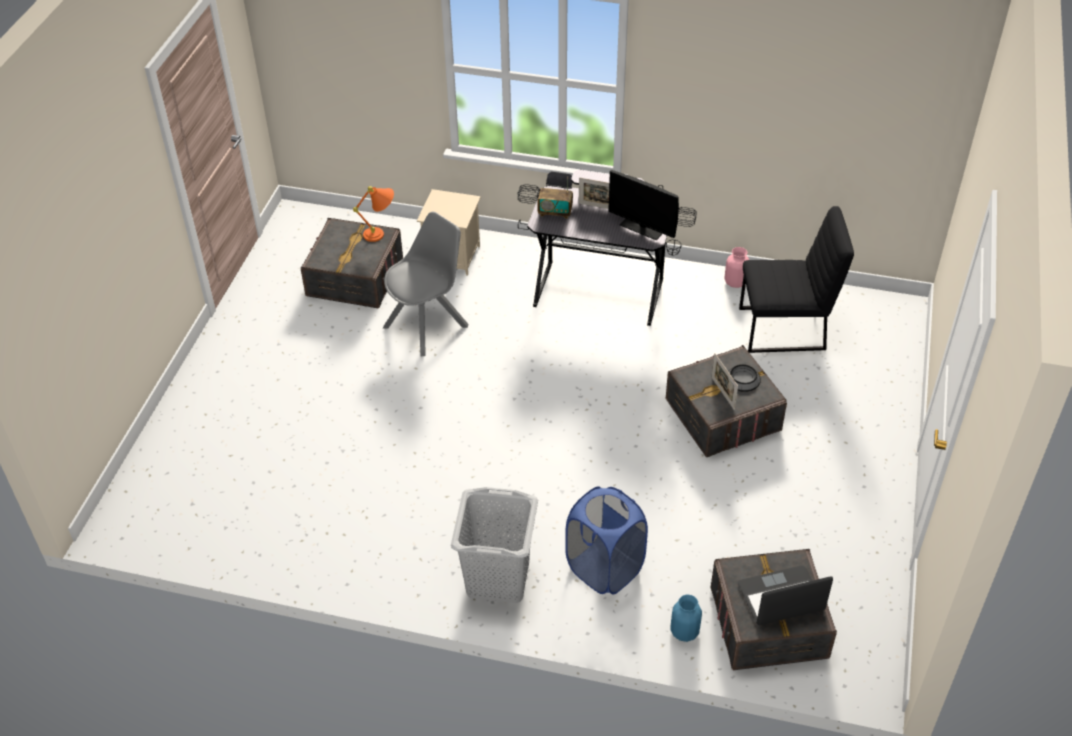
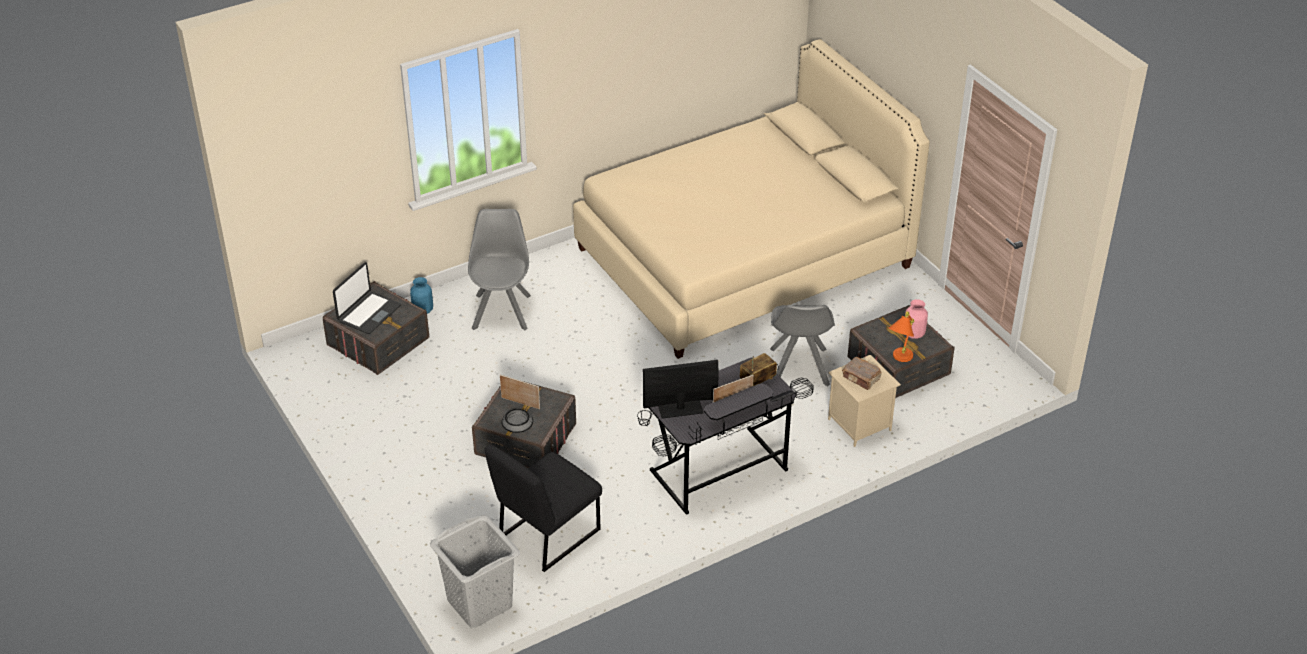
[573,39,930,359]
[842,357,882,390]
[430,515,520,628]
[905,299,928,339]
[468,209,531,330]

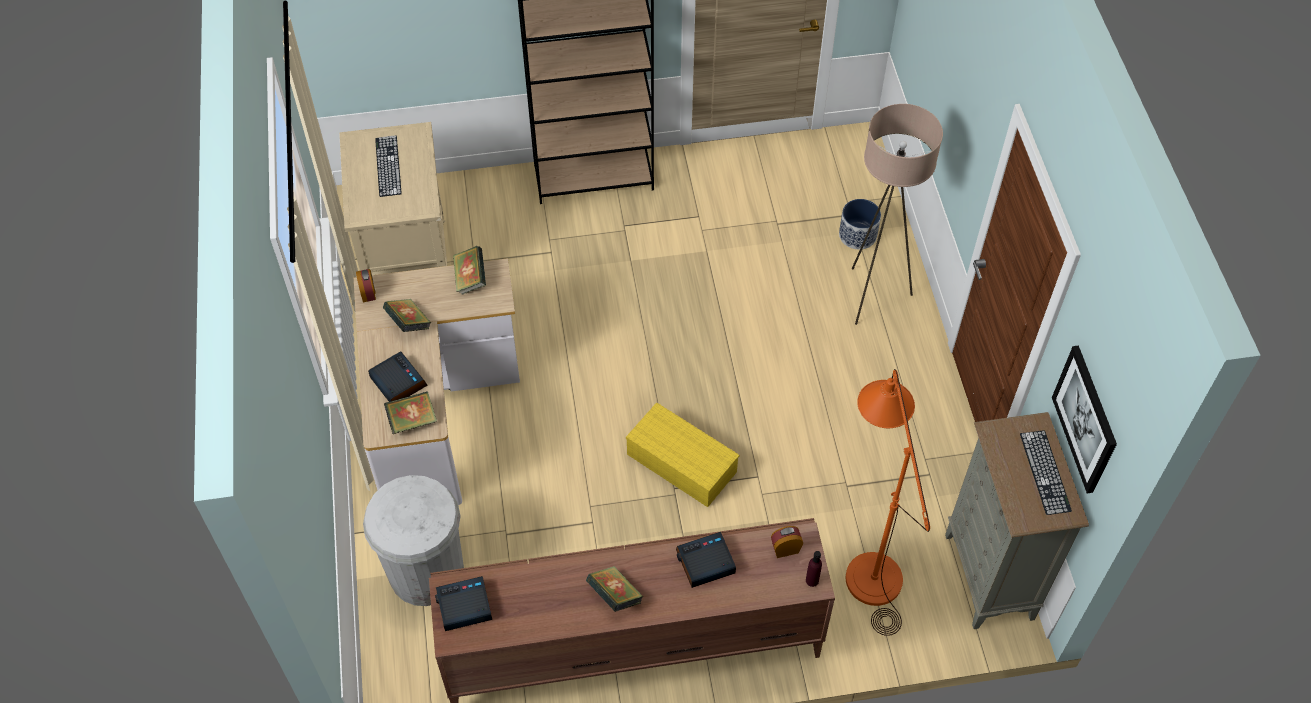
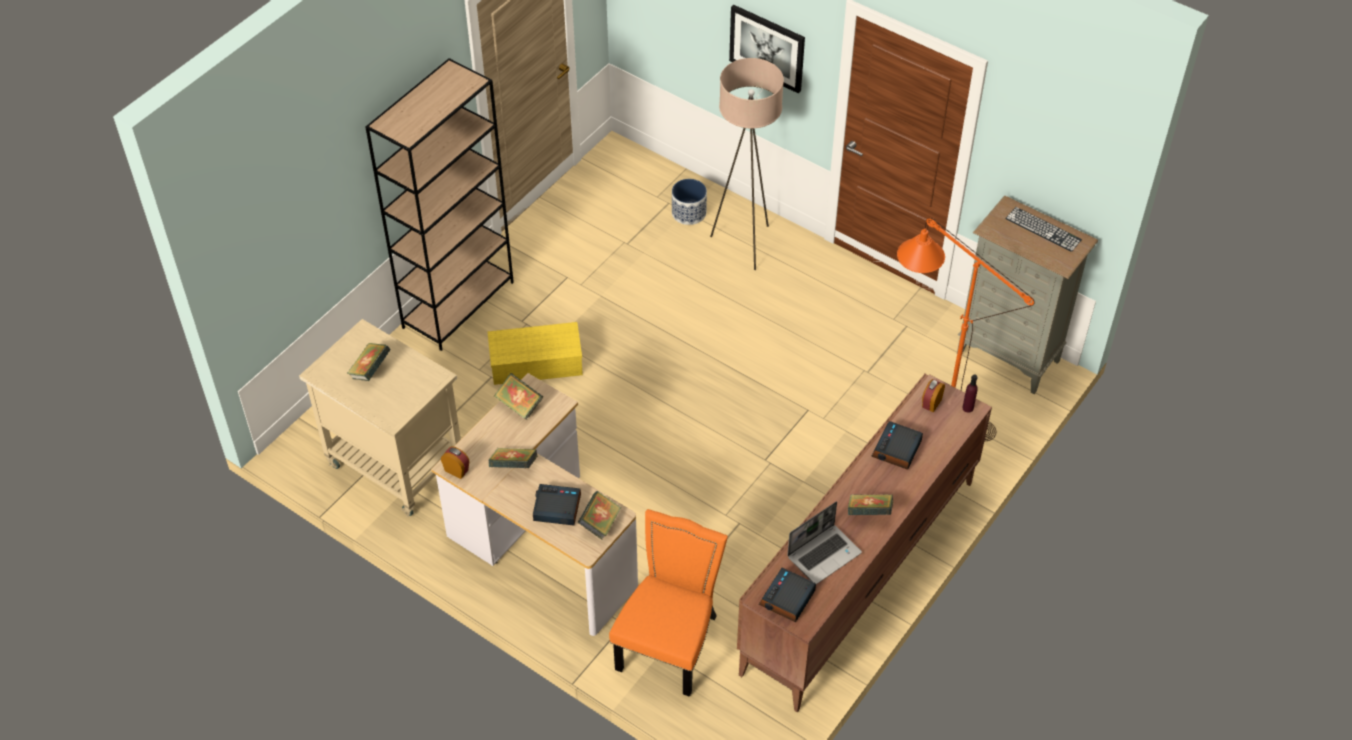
[787,501,862,584]
[487,322,583,385]
[729,5,805,94]
[609,509,728,697]
[347,343,391,381]

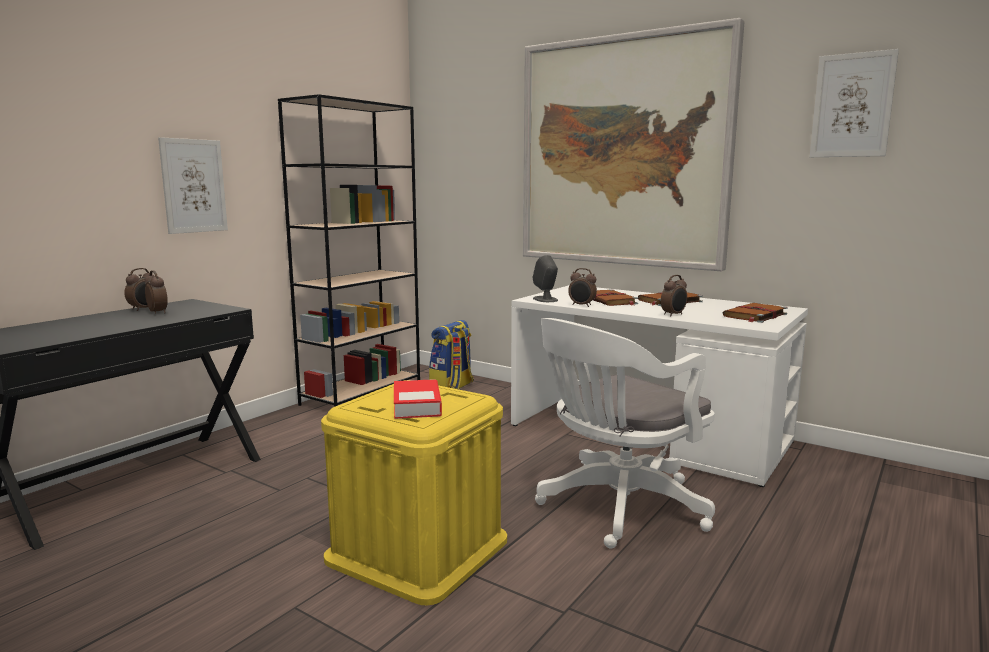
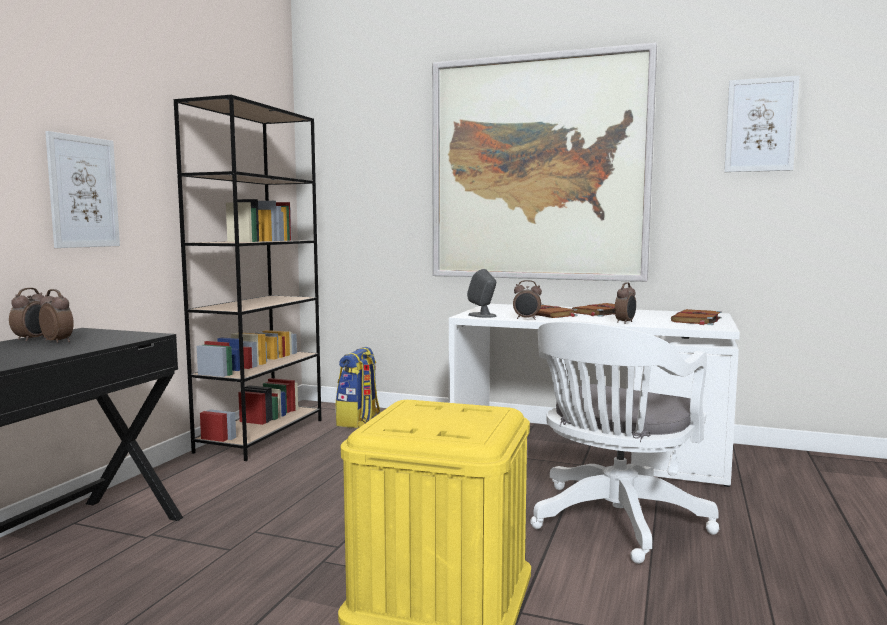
[394,379,442,419] (first image)

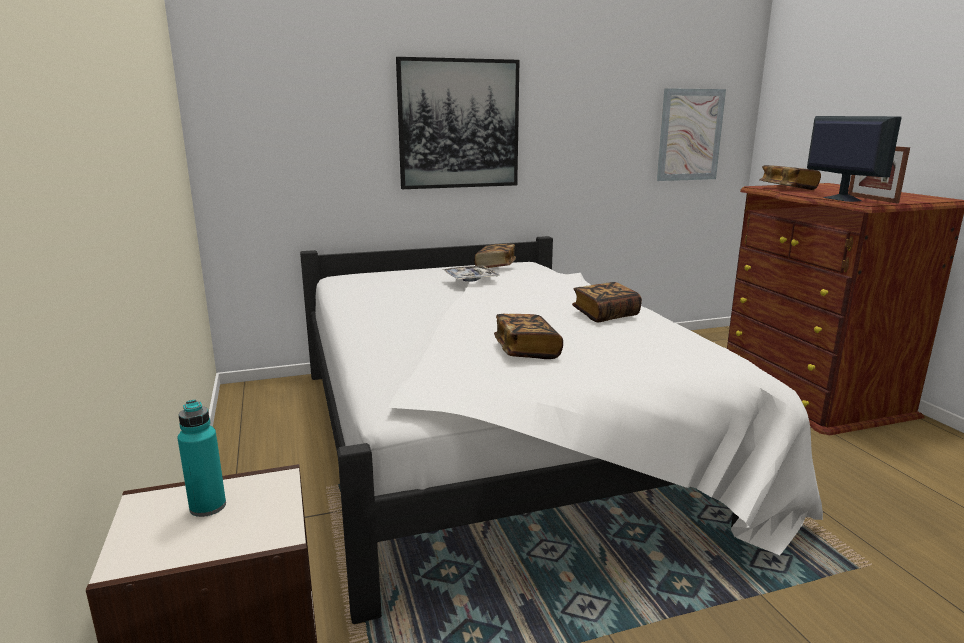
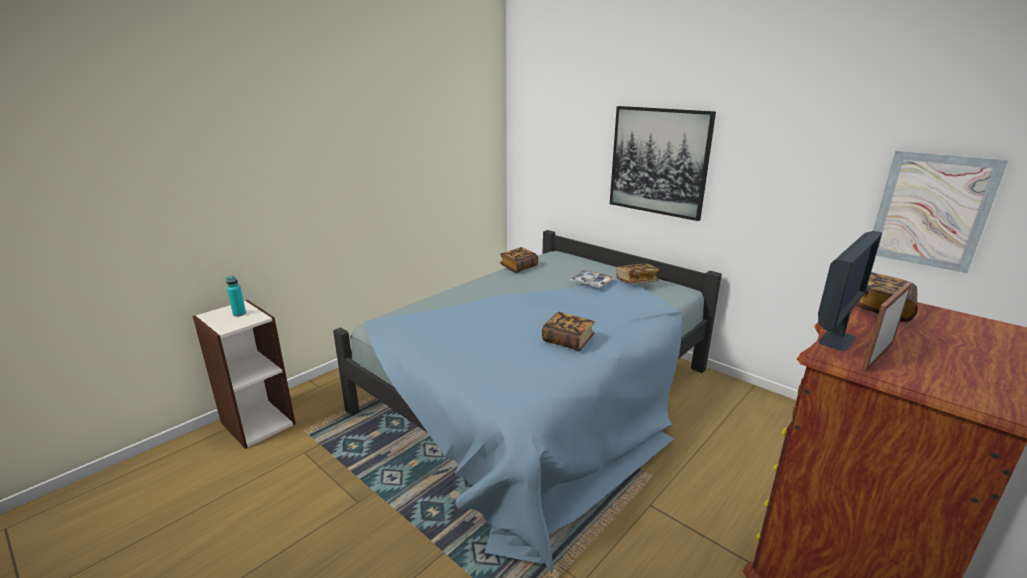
[500,247,538,273]
[333,230,722,574]

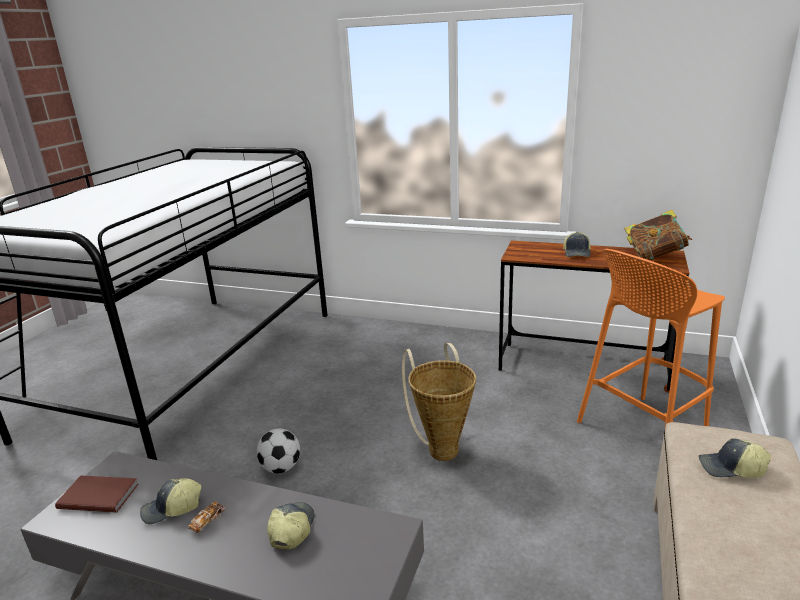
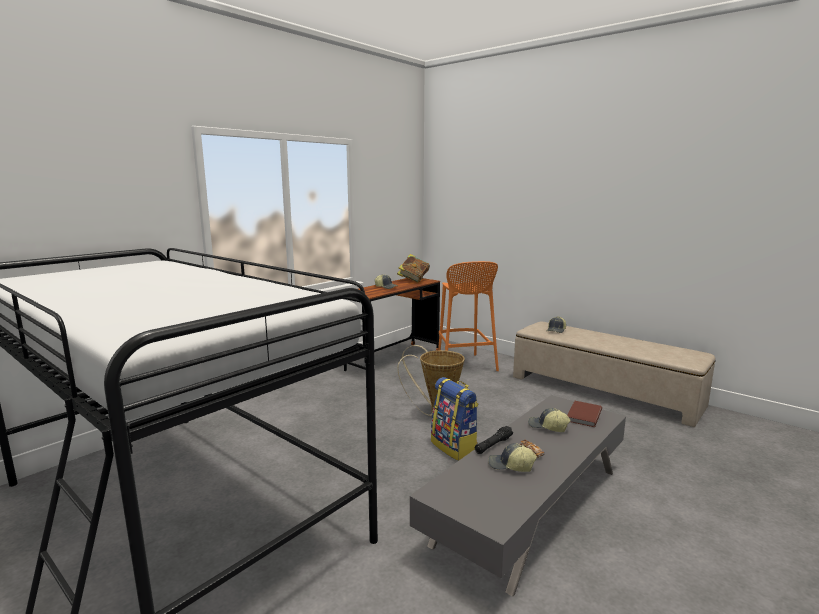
[257,428,300,474] (first image)
[431,377,479,461]
[475,426,513,454]
[567,401,602,427]
[488,443,537,472]

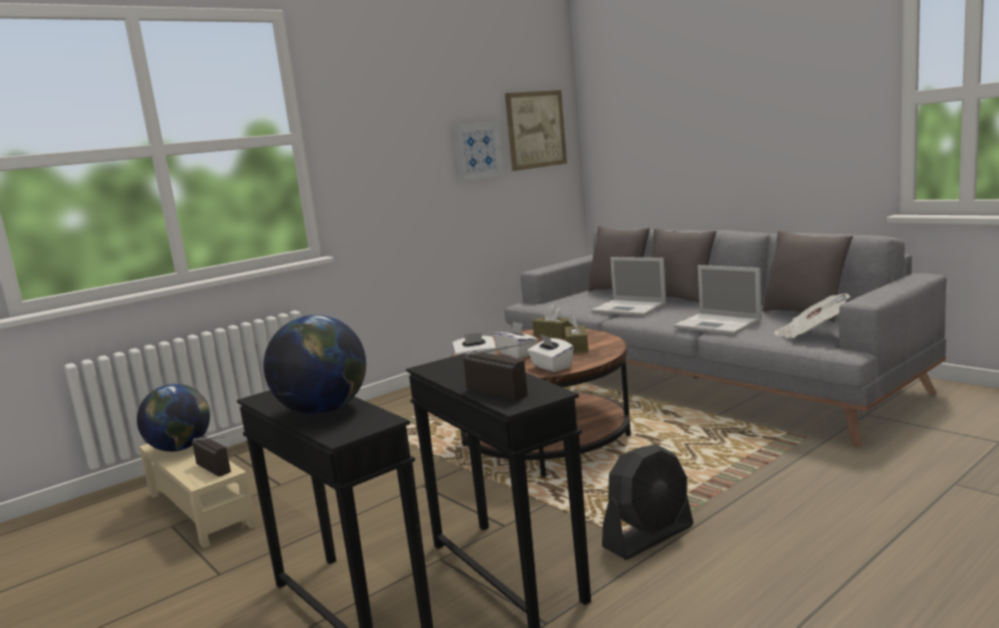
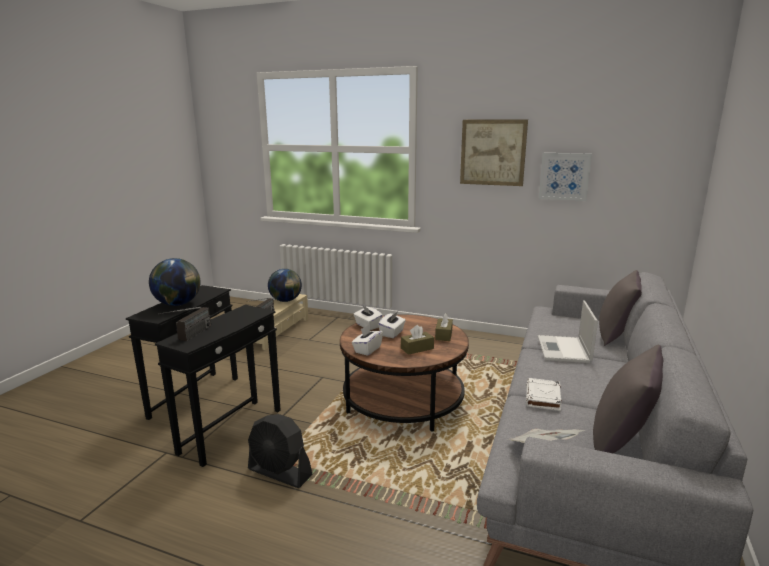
[651,228,717,302] (first image)
[460,119,528,186]
[526,378,562,411]

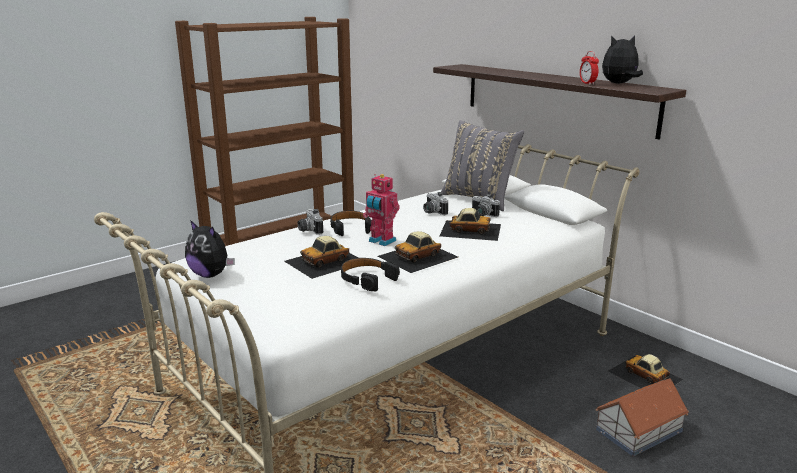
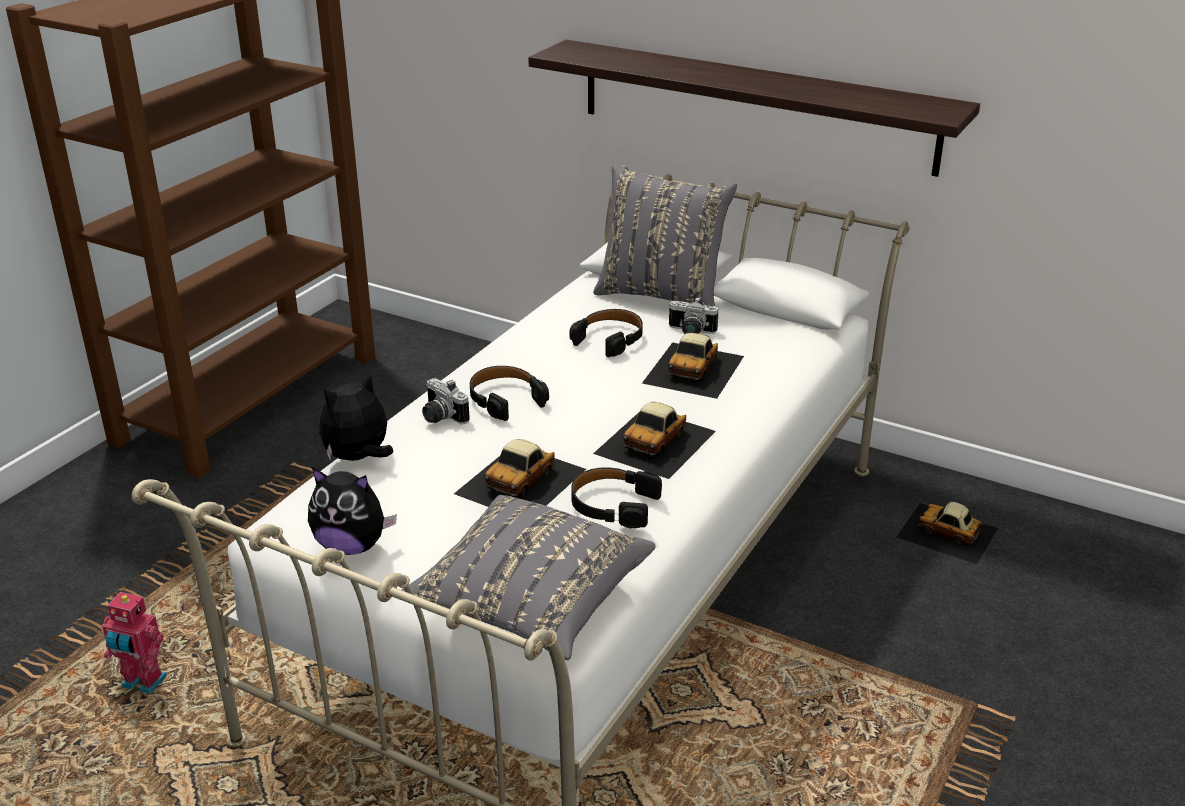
[580,51,599,85] (first image)
[595,378,689,456] (first image)
[399,495,656,660]
[102,592,167,694]
[319,372,394,461]
[569,309,643,357]
[642,333,744,399]

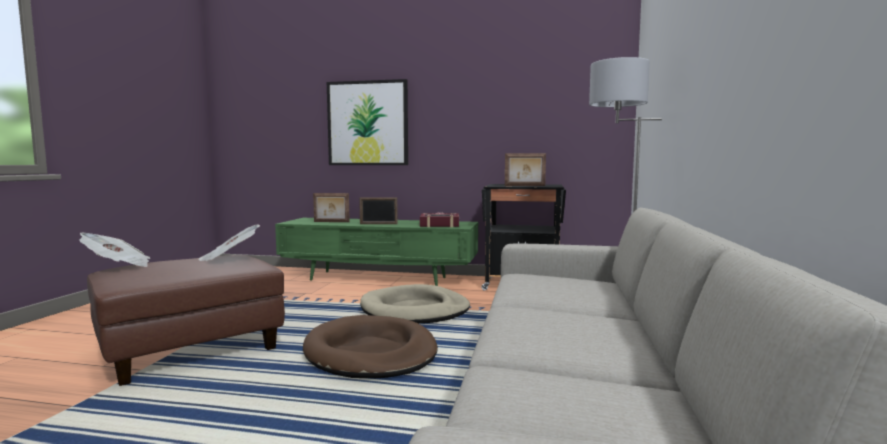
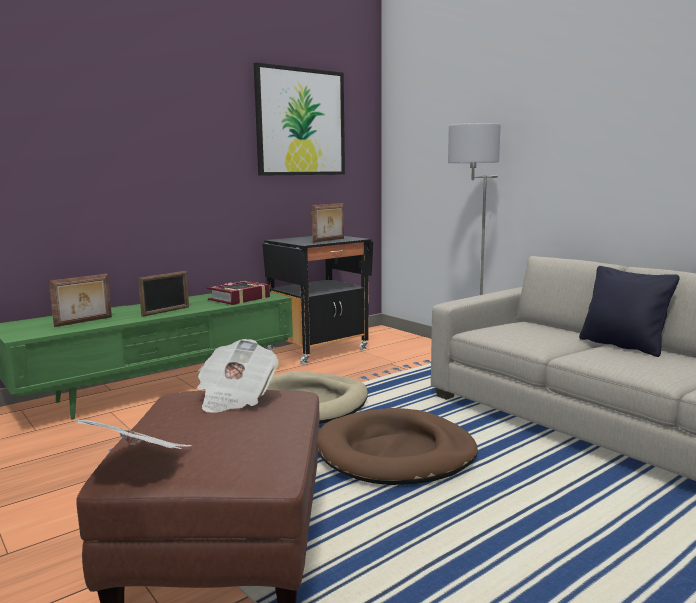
[579,266,680,357]
[254,62,345,176]

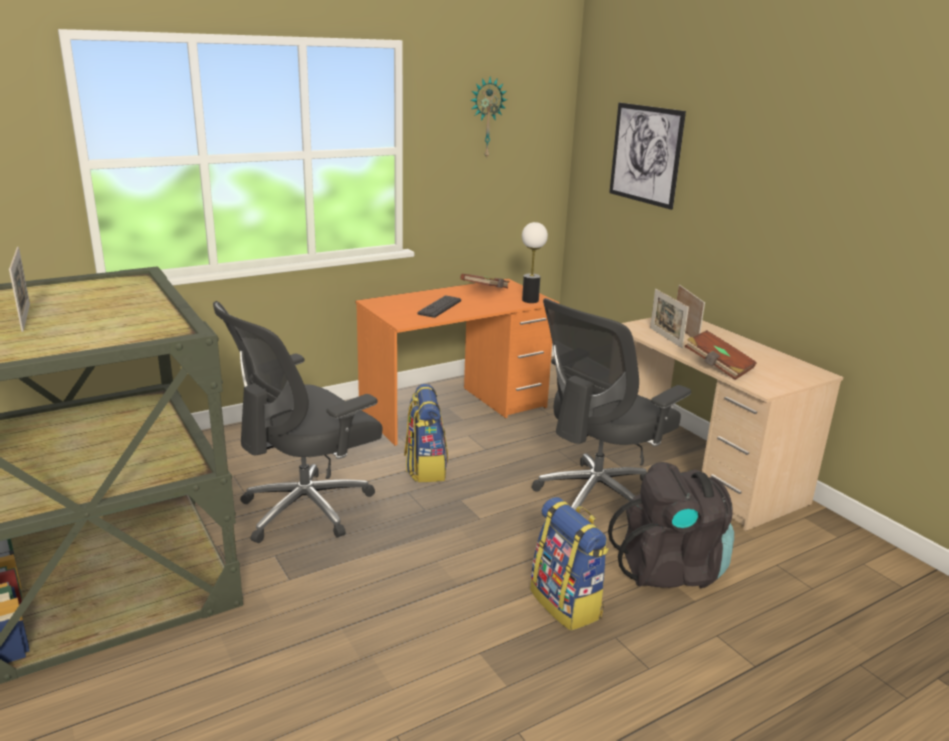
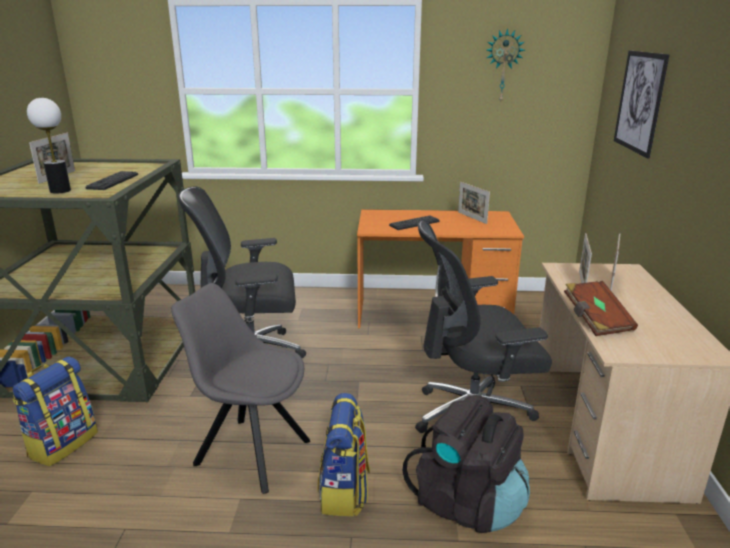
[85,171,138,190]
[171,283,310,494]
[12,357,98,466]
[27,98,71,194]
[458,182,490,224]

